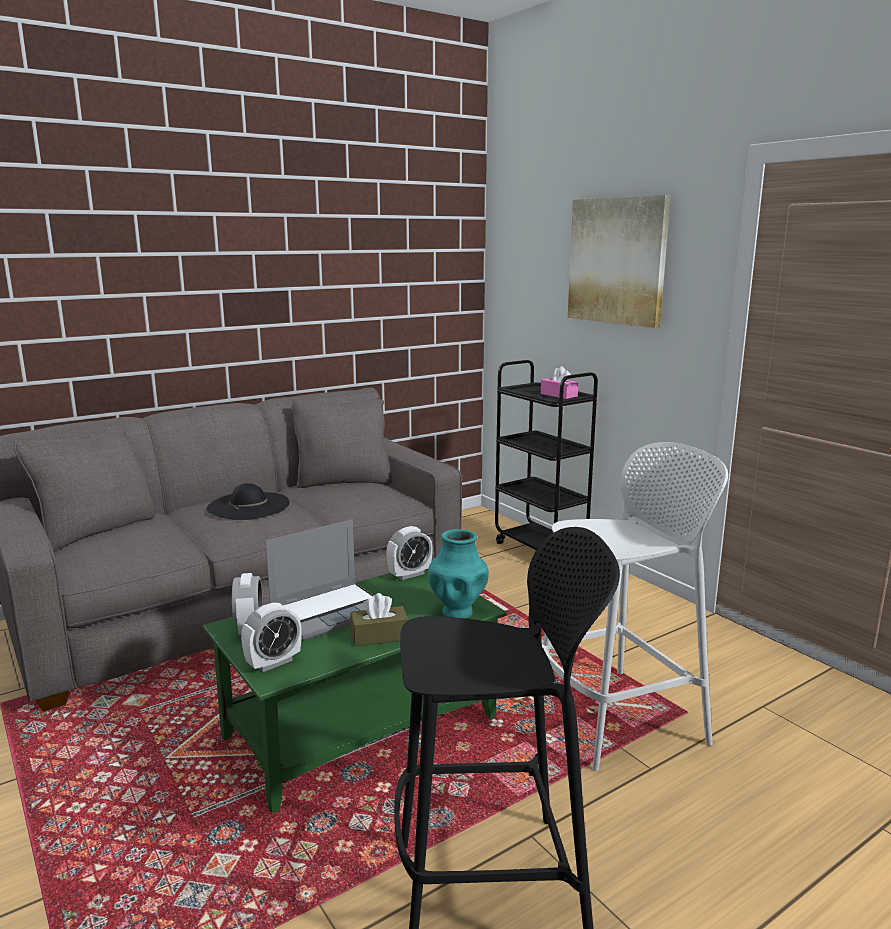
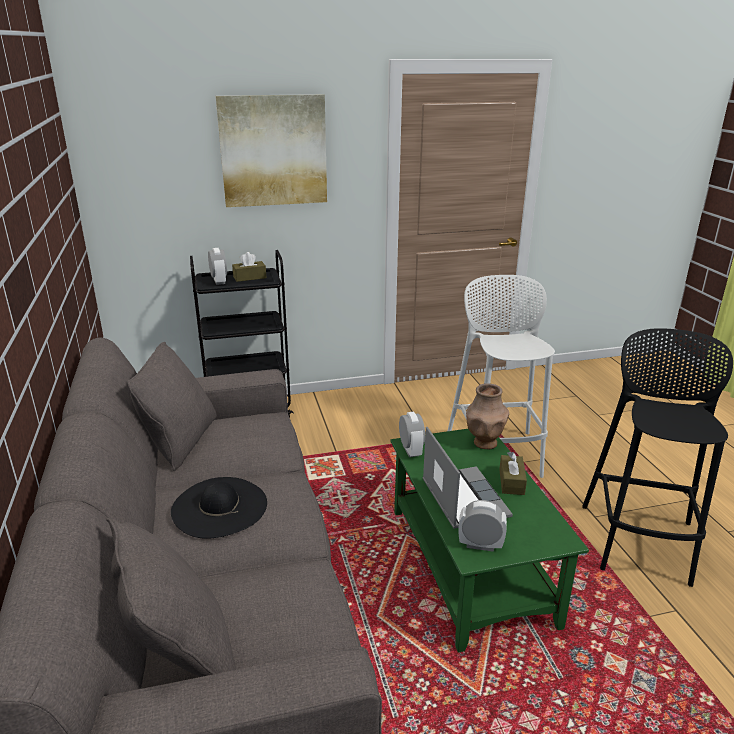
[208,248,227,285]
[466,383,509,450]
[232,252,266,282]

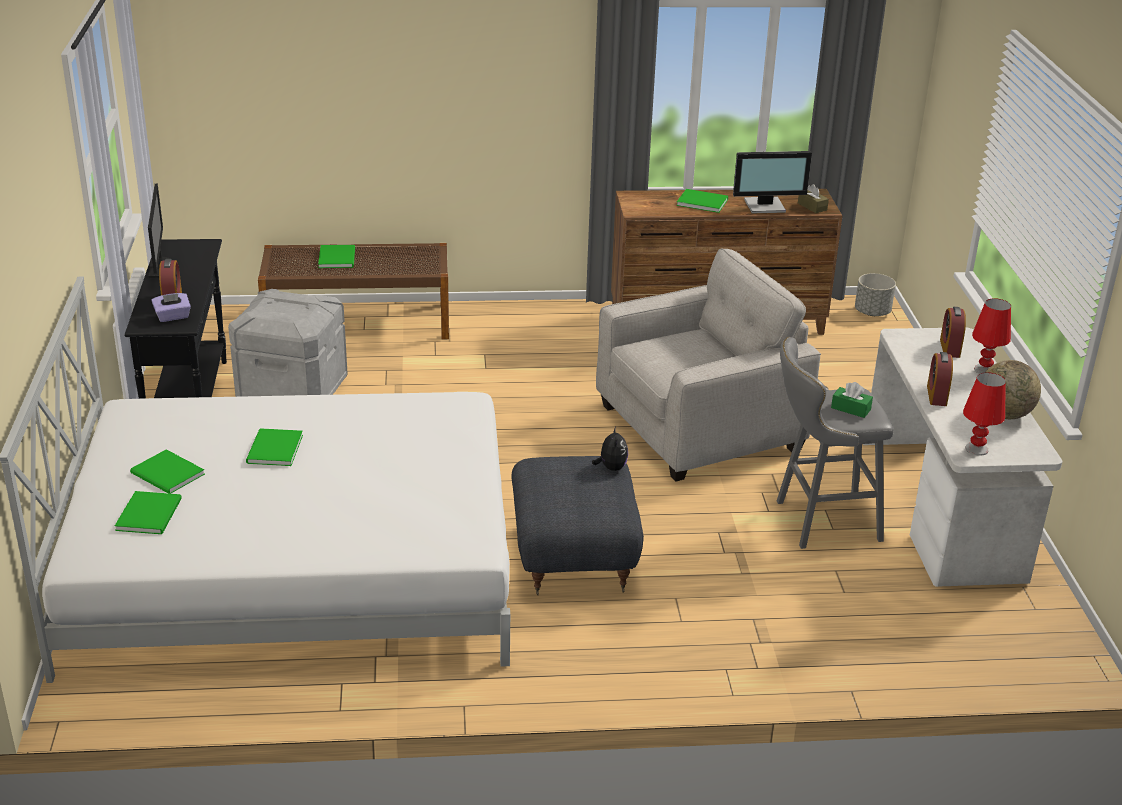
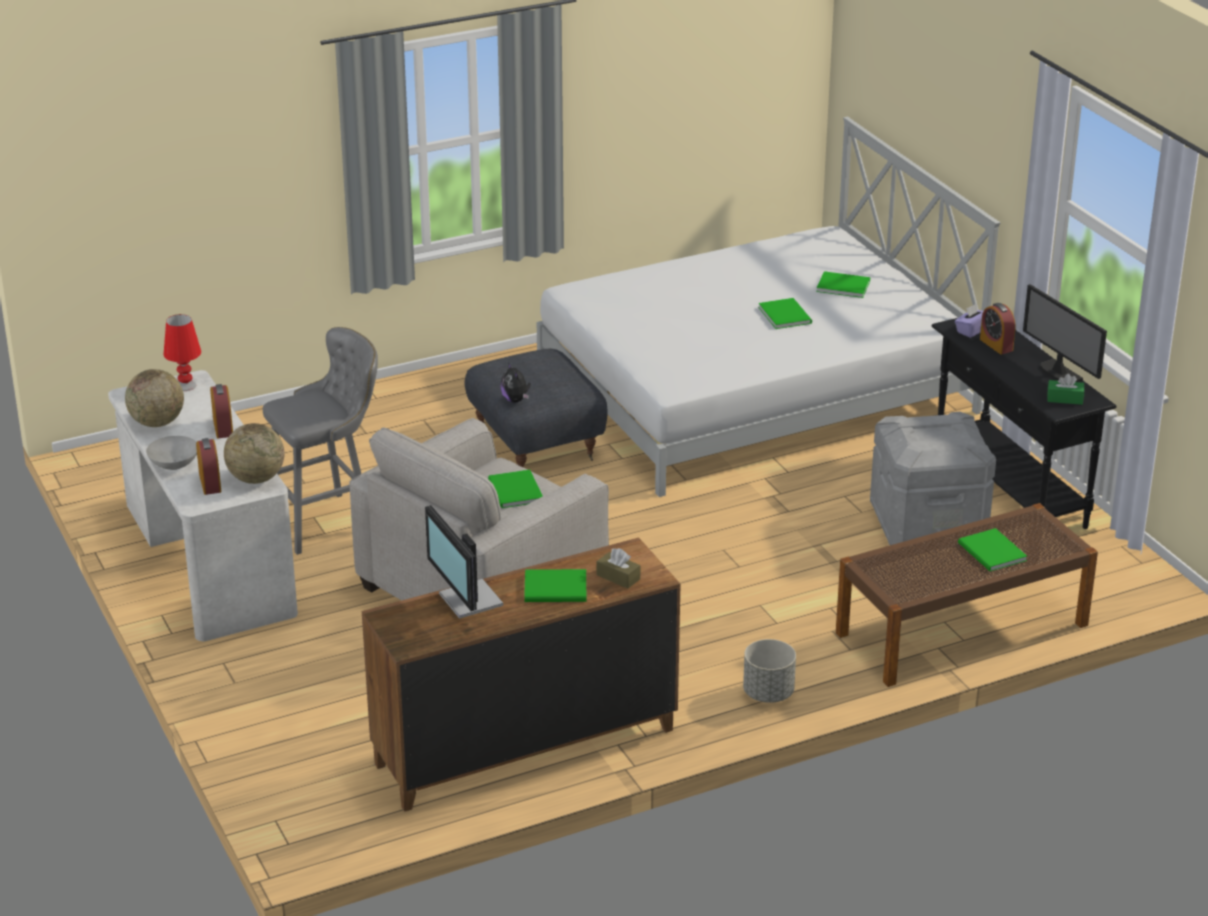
[224,423,285,484]
[488,470,543,508]
[597,548,640,589]
[1048,374,1084,405]
[743,639,796,703]
[146,436,197,470]
[425,505,503,619]

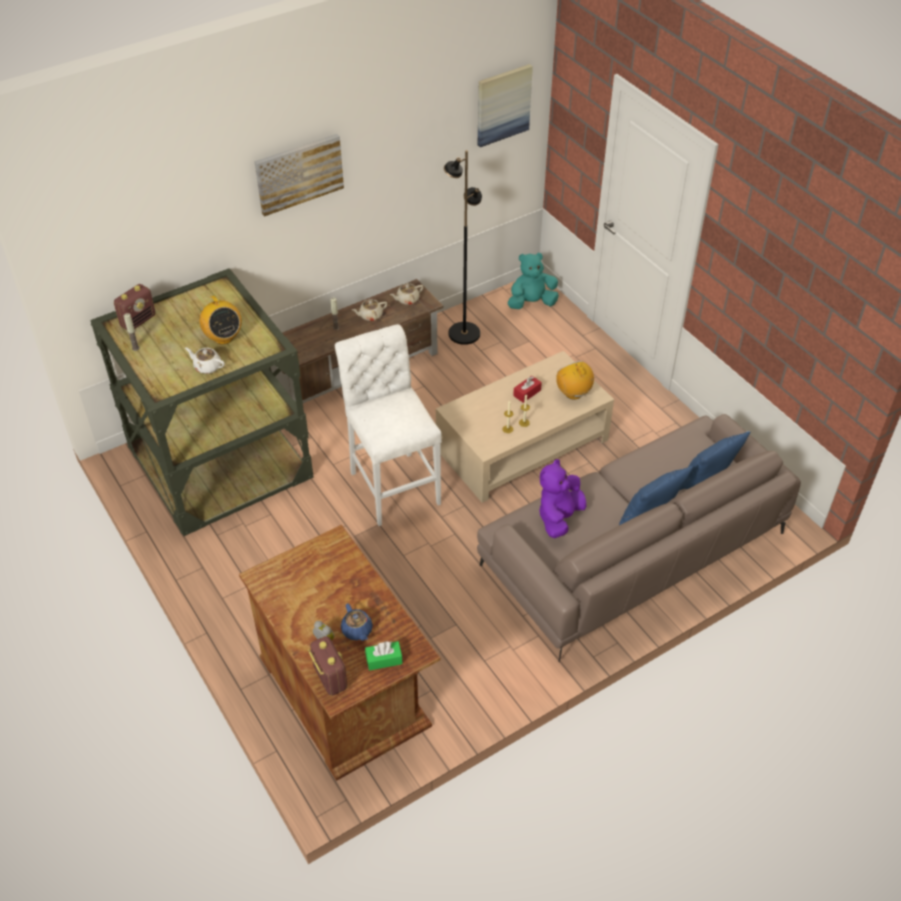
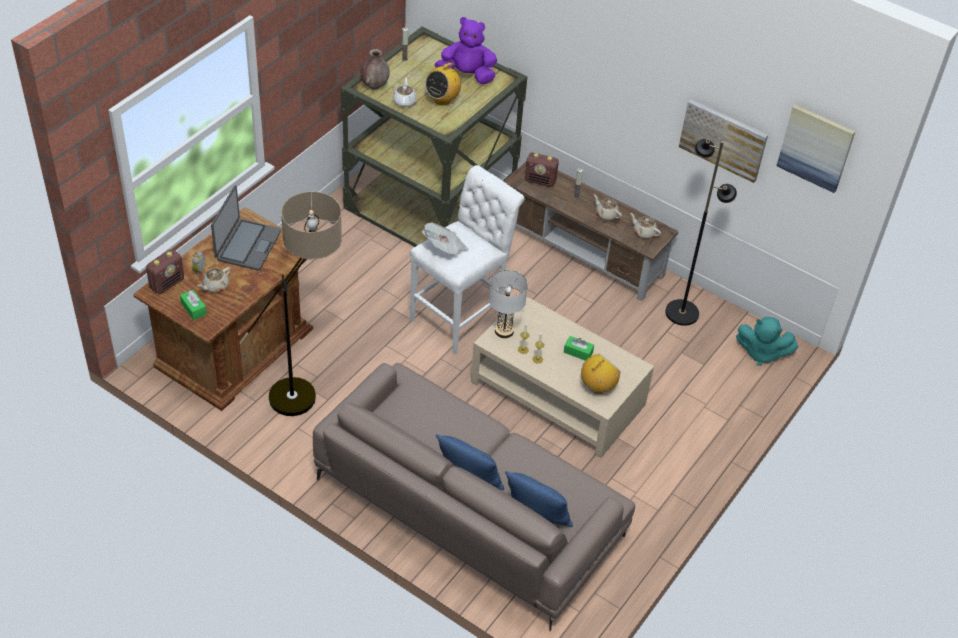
[211,185,281,271]
[239,191,342,416]
[361,49,390,90]
[422,223,469,255]
[489,270,528,338]
[525,153,559,187]
[679,99,768,183]
[435,17,497,84]
[198,267,231,293]
[564,336,594,361]
[736,317,799,366]

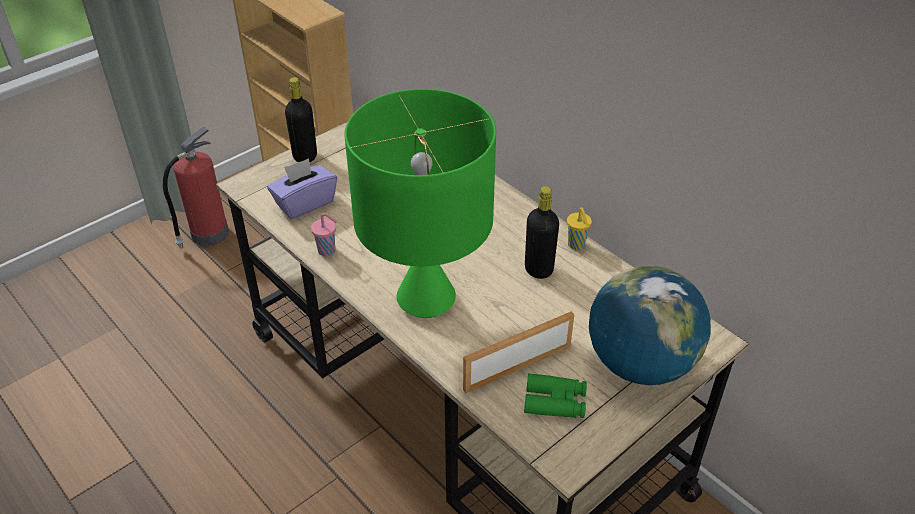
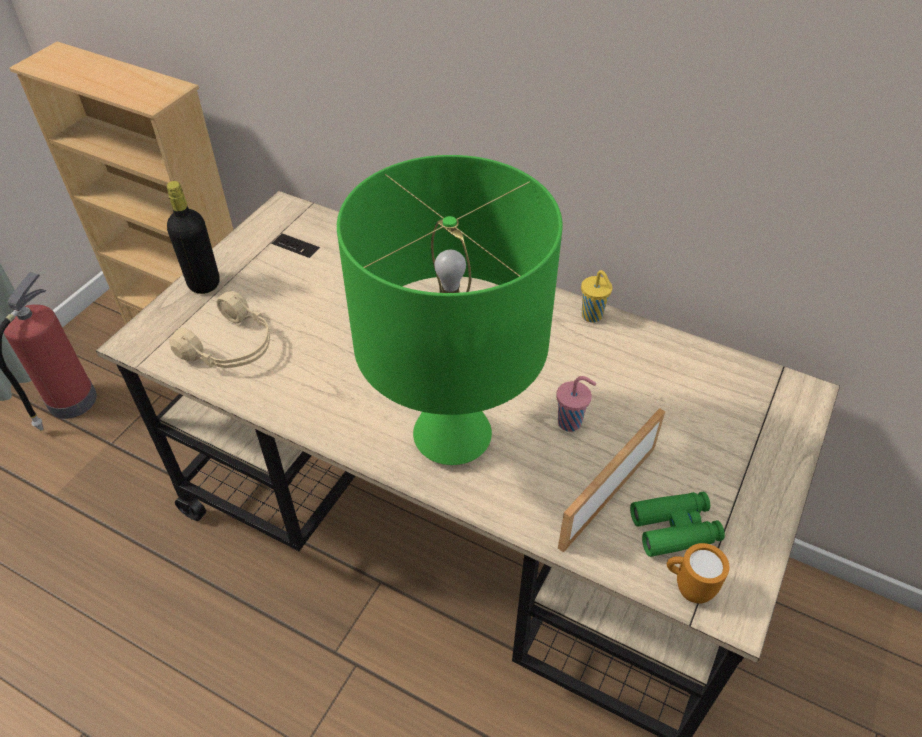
[525,186,559,279] (first image)
[589,265,711,385] (first image)
[667,543,730,603]
[556,376,596,432]
[169,291,270,368]

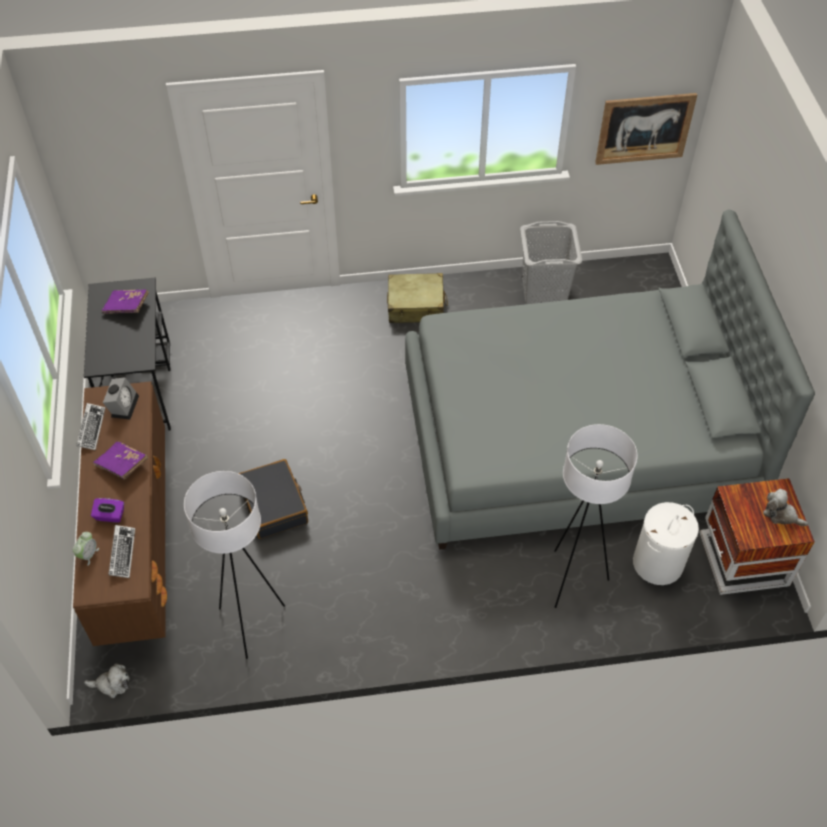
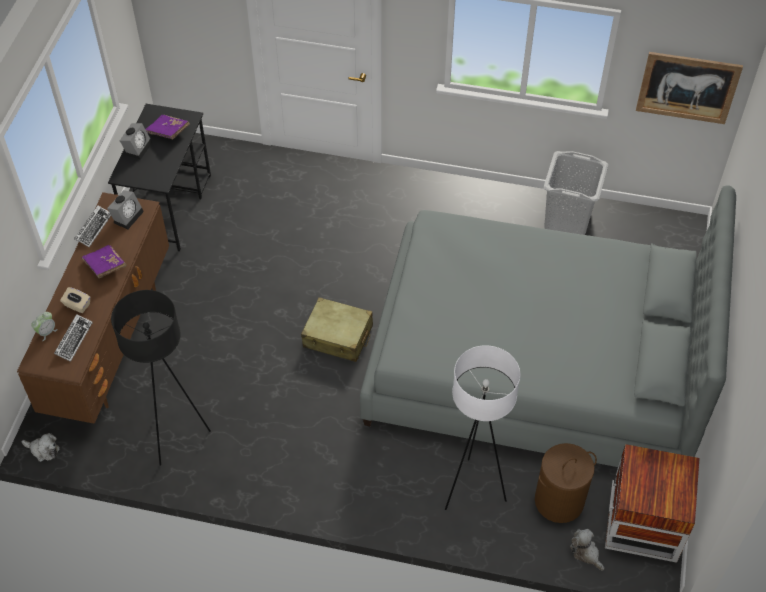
[238,459,308,539] (first image)
[120,123,152,160]
[301,297,373,362]
[570,529,604,570]
[60,287,90,313]
[111,290,211,466]
[535,443,597,523]

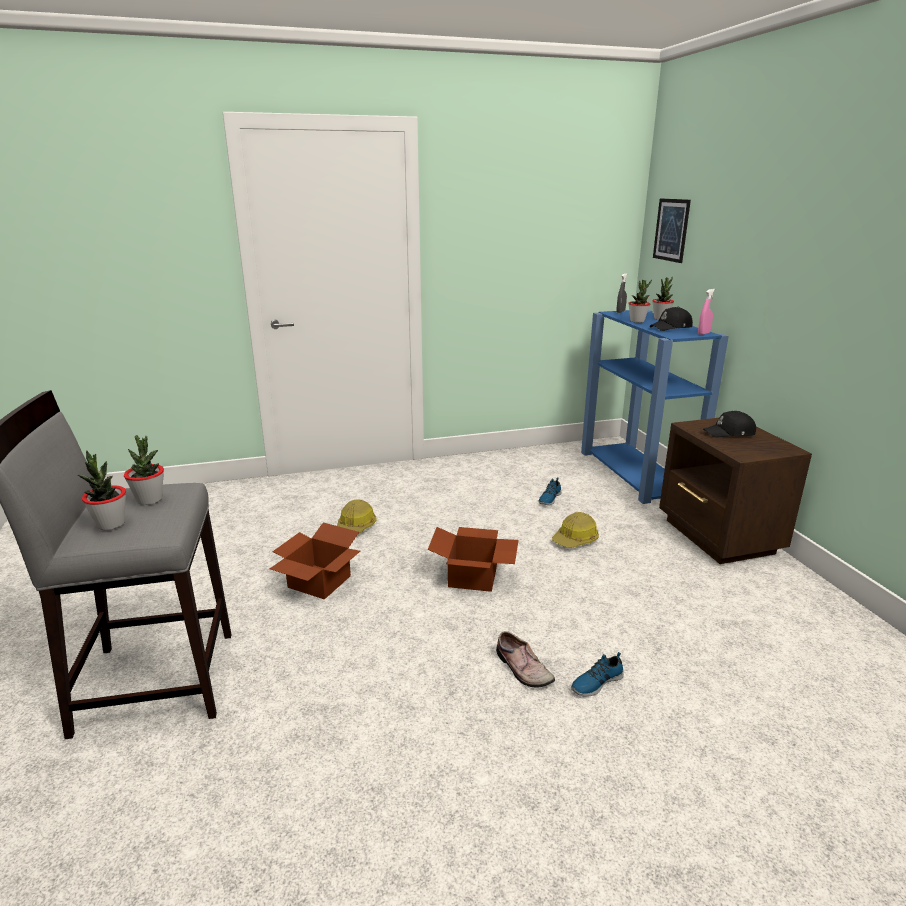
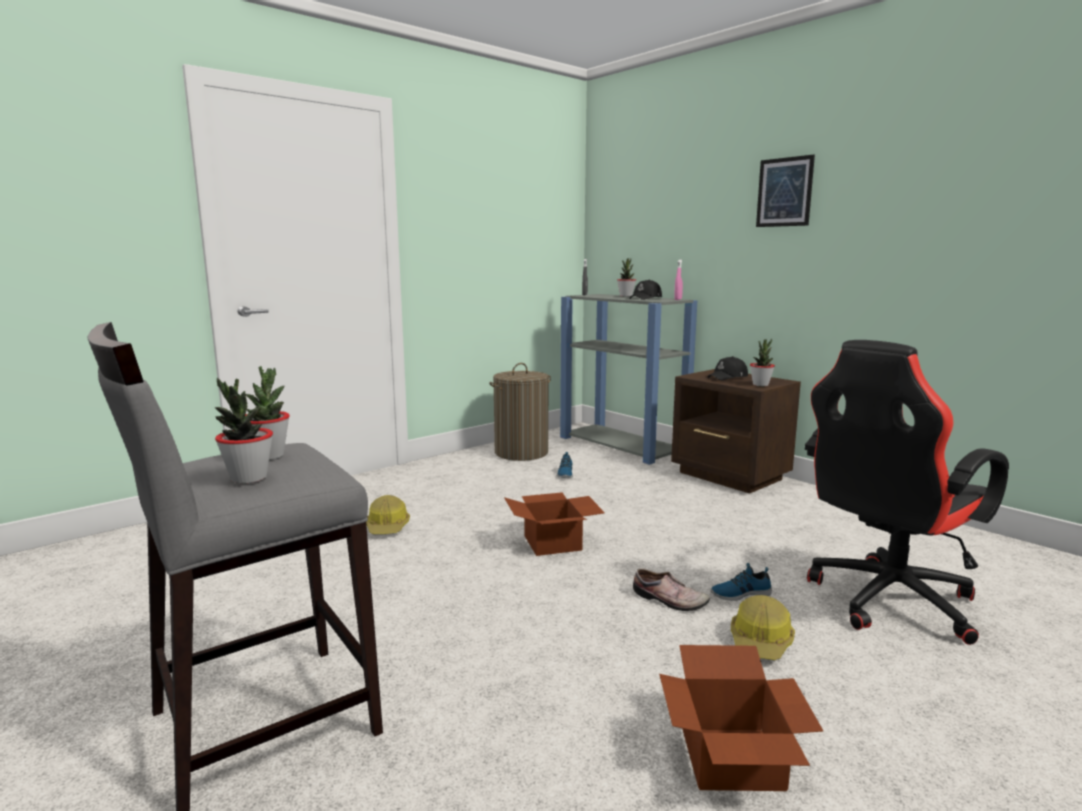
[489,363,551,461]
[805,340,1009,645]
[659,645,823,791]
[731,595,795,660]
[750,339,775,386]
[756,155,815,227]
[560,294,698,465]
[711,563,772,601]

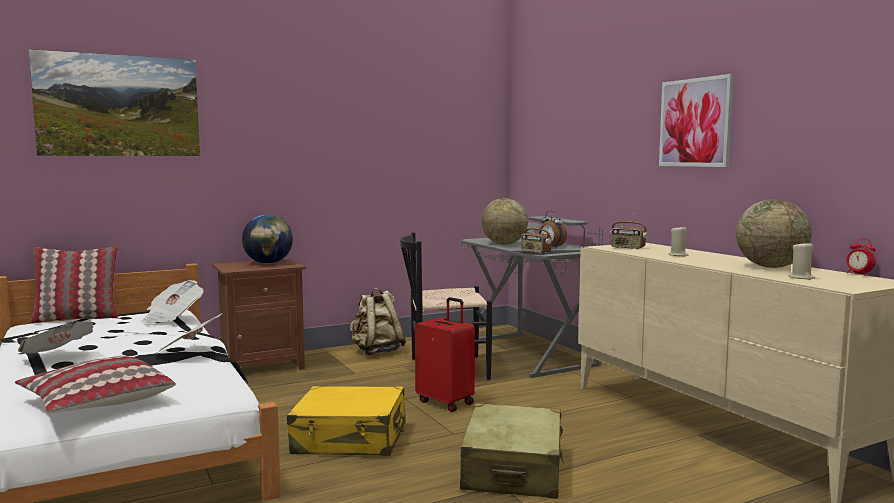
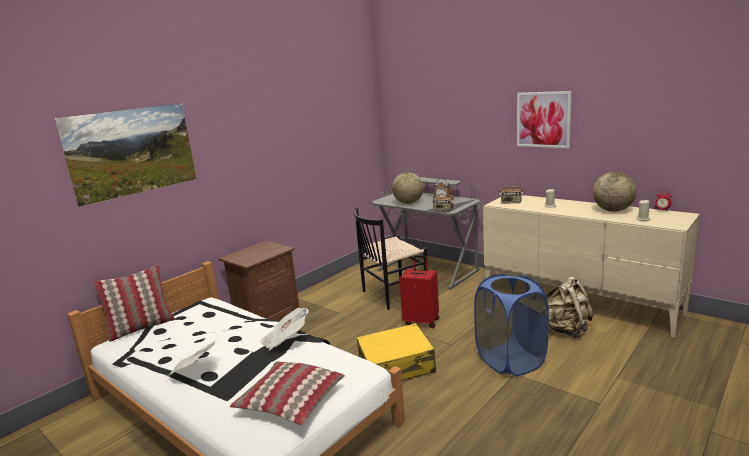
[142,280,204,324] (first image)
[242,215,293,264] (first image)
[546,277,594,339]
[474,274,549,376]

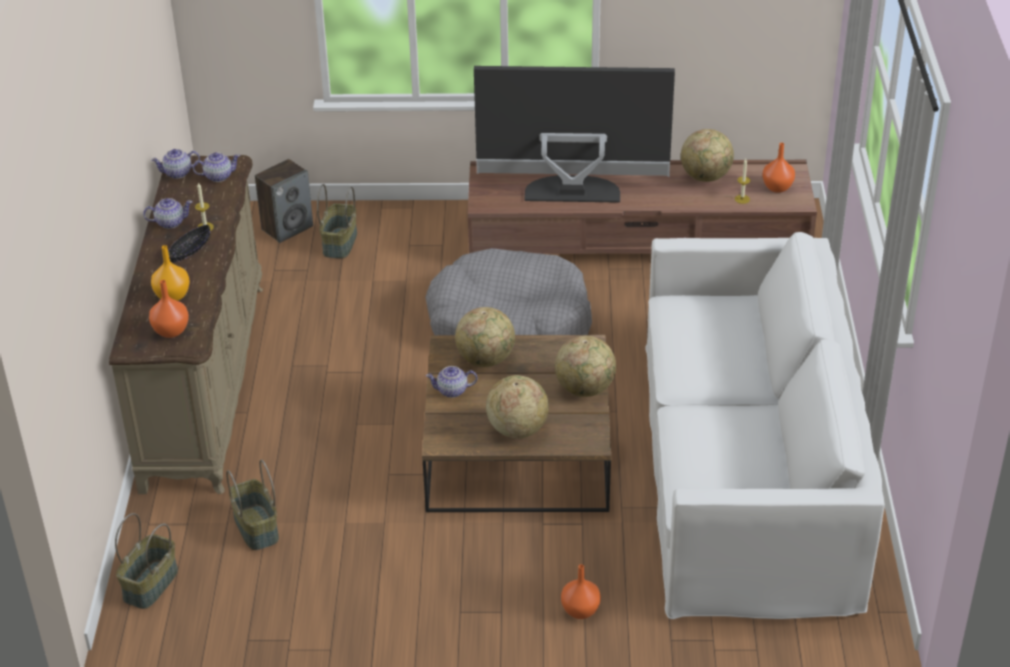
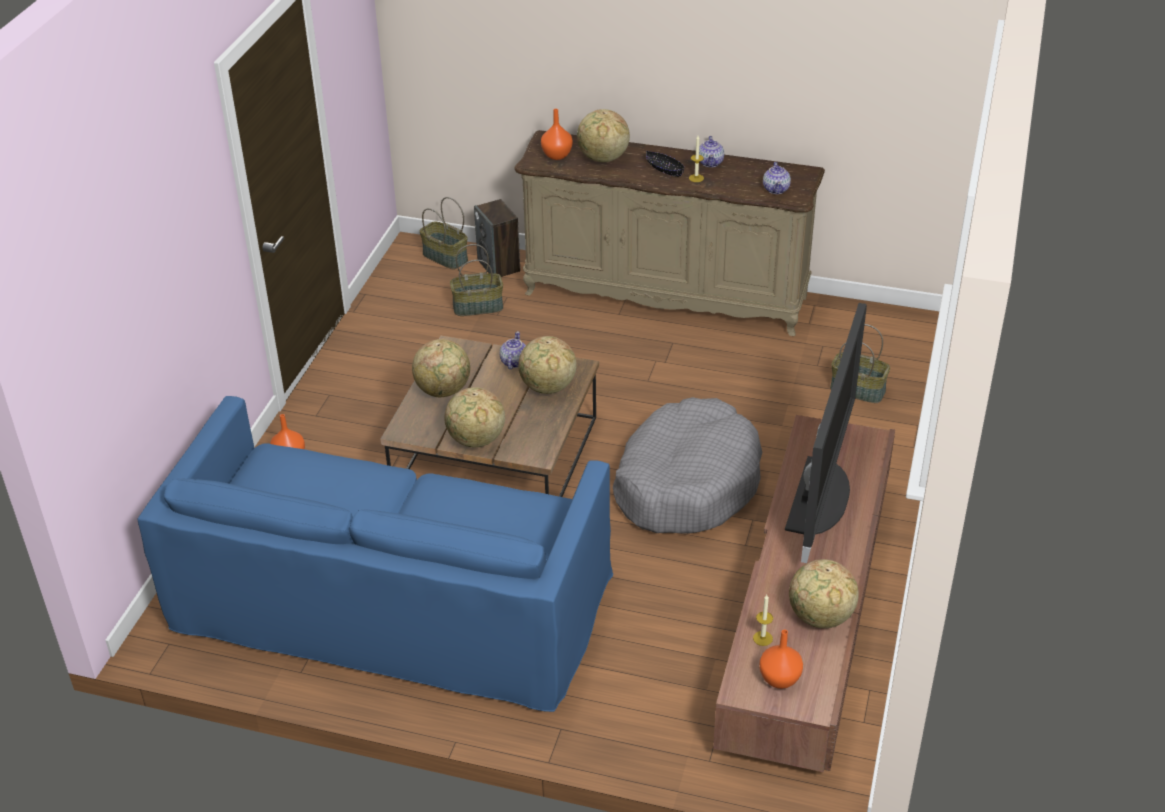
[151,149,200,179] (first image)
[474,199,520,277]
[577,109,630,162]
[137,396,613,712]

